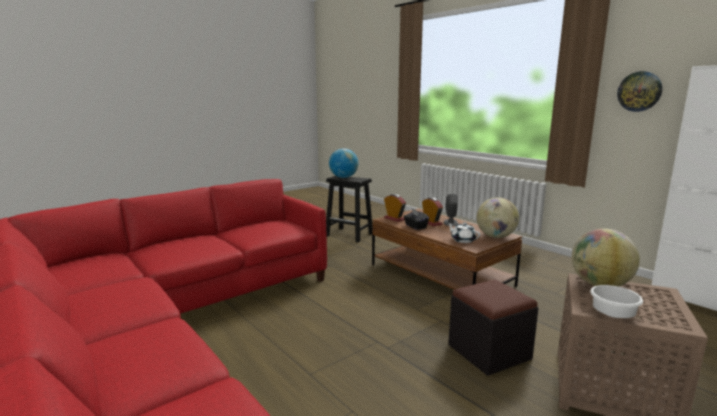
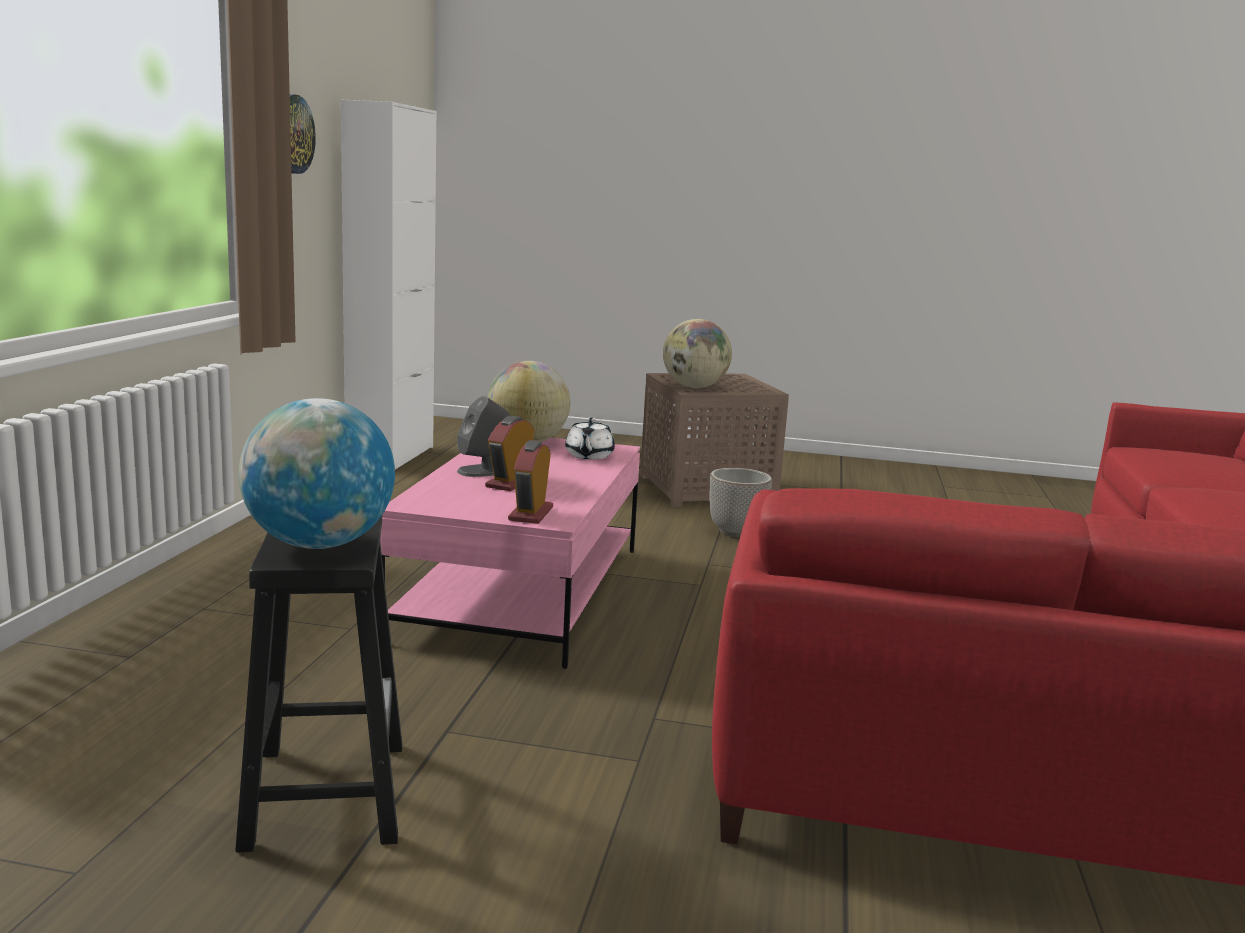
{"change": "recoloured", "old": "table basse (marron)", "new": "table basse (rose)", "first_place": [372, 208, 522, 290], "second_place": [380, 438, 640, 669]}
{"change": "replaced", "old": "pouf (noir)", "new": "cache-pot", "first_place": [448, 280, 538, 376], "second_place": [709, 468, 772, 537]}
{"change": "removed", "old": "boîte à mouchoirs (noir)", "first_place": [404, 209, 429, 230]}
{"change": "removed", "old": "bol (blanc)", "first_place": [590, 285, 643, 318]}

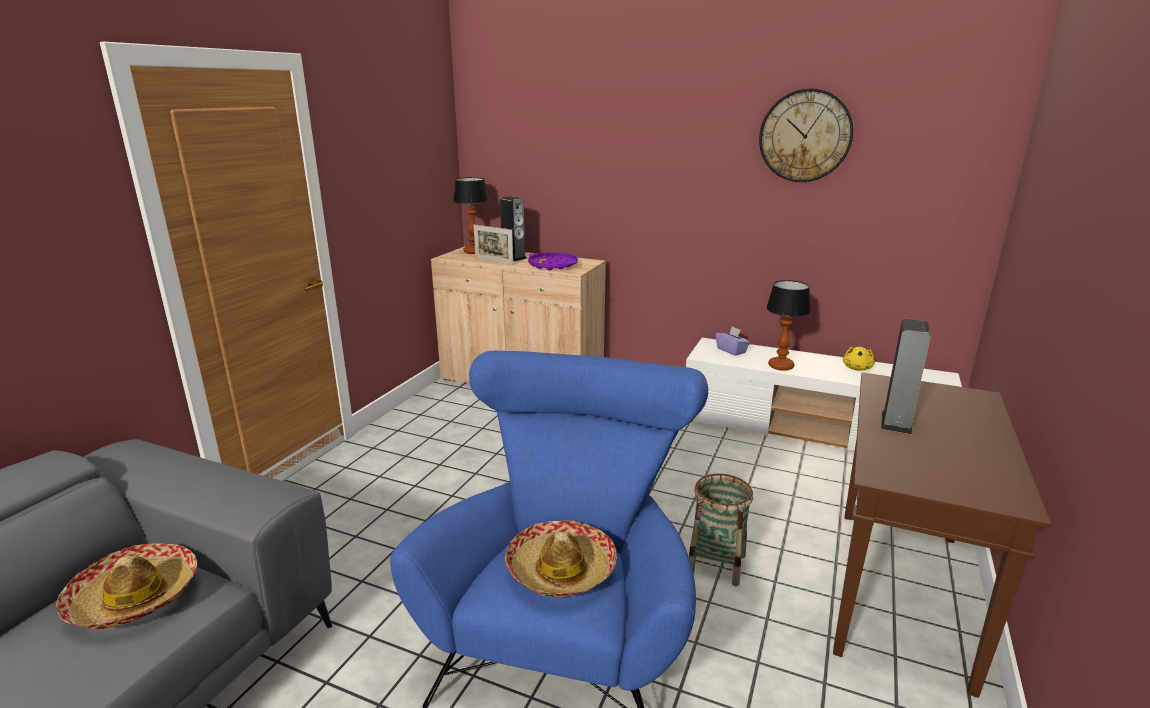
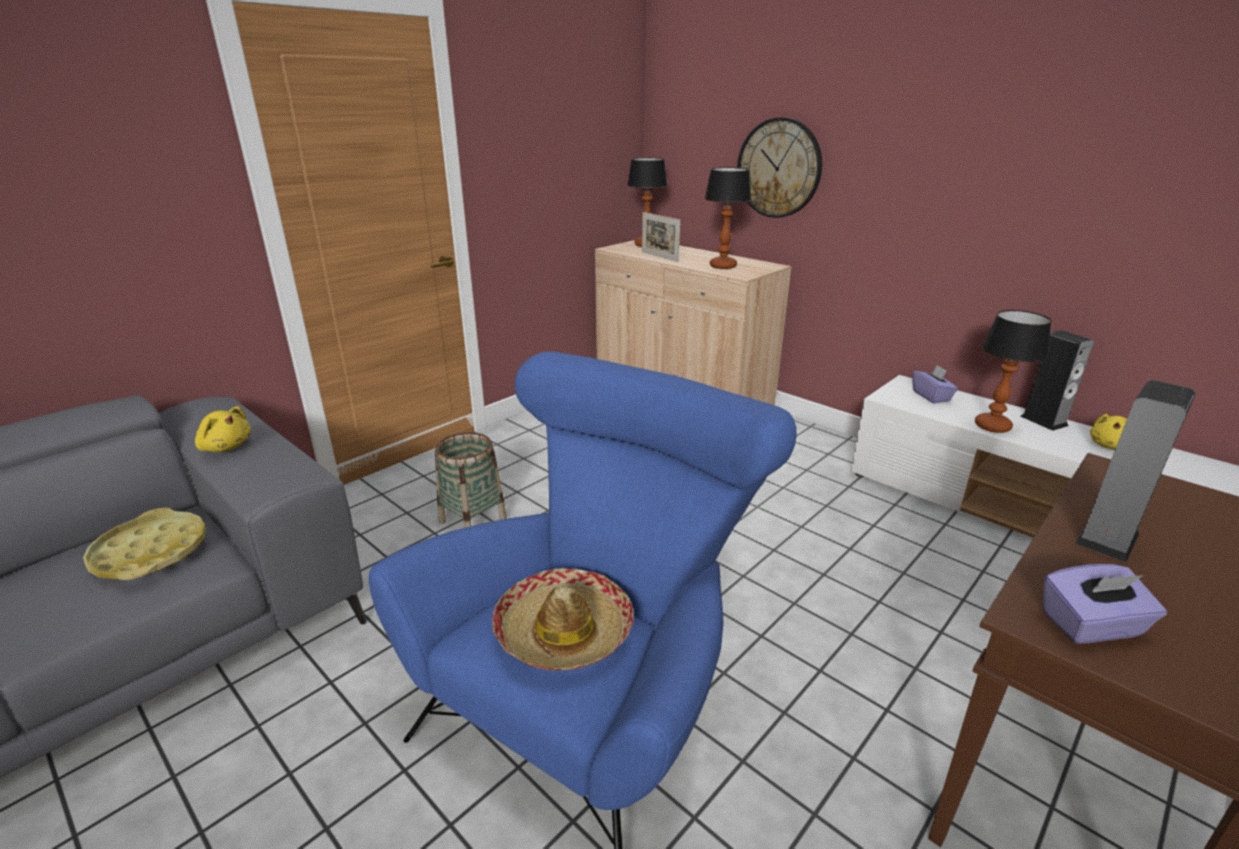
{"change": "replaced", "old": "chapeau", "new": "plateau (jaune)", "first_place": [56, 543, 197, 629], "second_place": [83, 508, 206, 580]}
{"change": "added", "new": "peluche (jaune)", "second_place": [195, 406, 251, 452]}
{"change": "moved", "old": "panier", "first_place": [689, 474, 753, 586], "second_place": [435, 432, 507, 528]}
{"change": "replaced", "old": "plateau (violet)", "new": "lampe de table", "first_place": [528, 253, 578, 270], "second_place": [705, 167, 751, 269]}
{"change": "moved", "old": "horloge murale", "first_place": [759, 88, 853, 182], "second_place": [737, 117, 822, 218]}
{"change": "moved", "old": "enceinte", "first_place": [500, 196, 527, 261], "second_place": [1020, 330, 1094, 431]}
{"change": "added", "new": "boîte à mouchoirs (violet)", "second_place": [1043, 564, 1167, 644]}

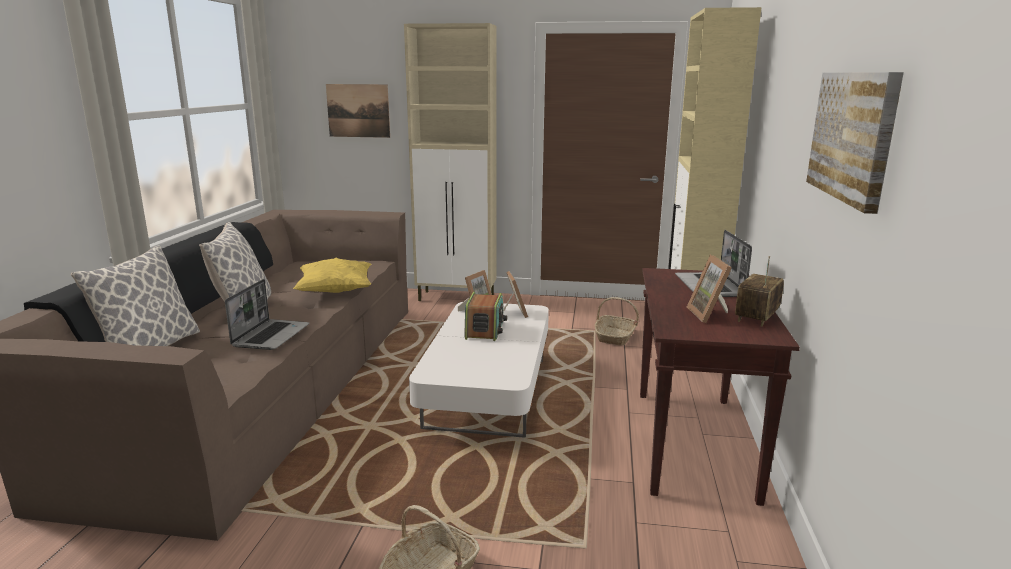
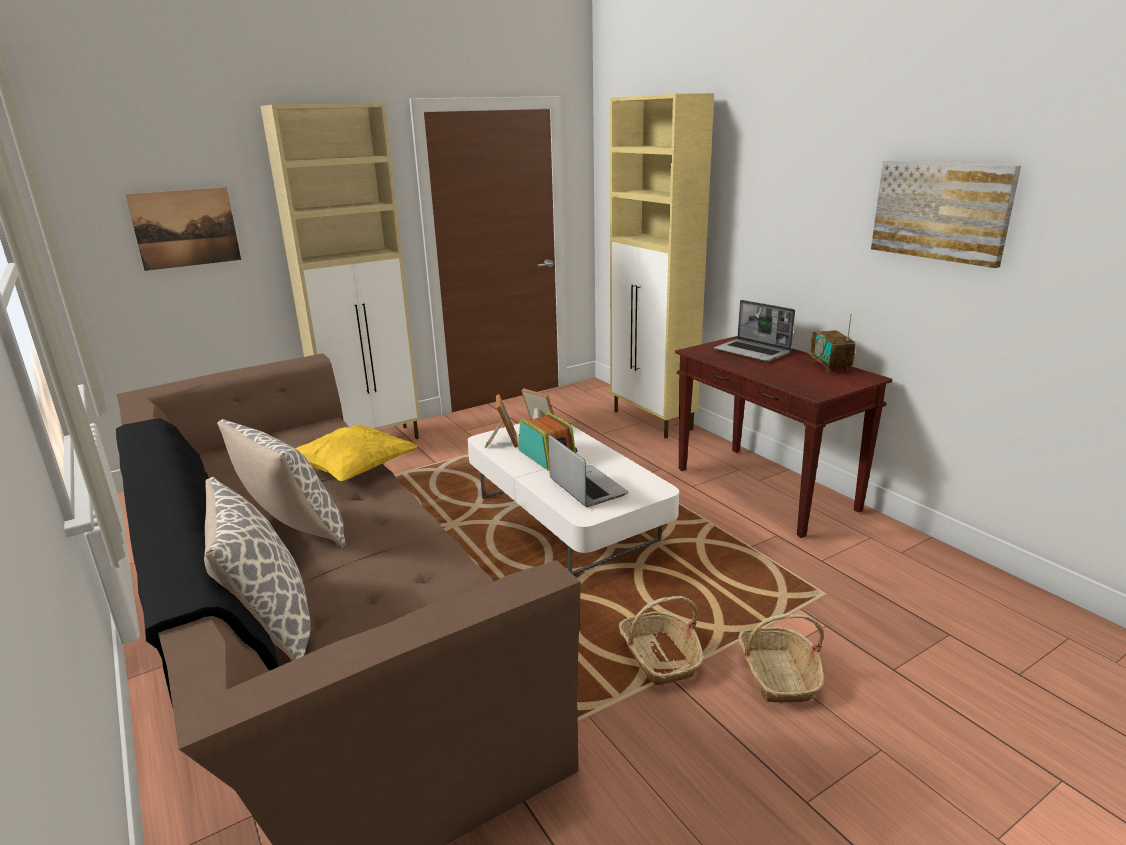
{"change": "moved", "old": "ordinateur portable", "first_place": [225, 279, 309, 350], "second_place": [548, 434, 628, 507]}
{"change": "moved", "old": "panier", "first_place": [595, 297, 639, 345], "second_place": [619, 596, 704, 685]}
{"change": "removed", "old": "cadre photo", "first_place": [687, 255, 732, 323]}

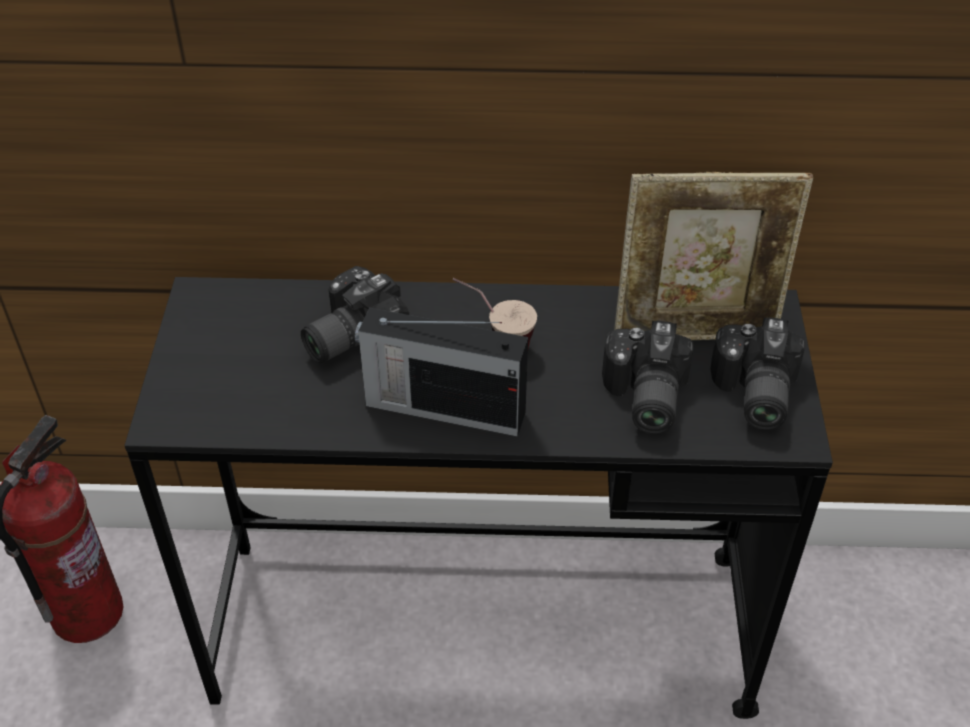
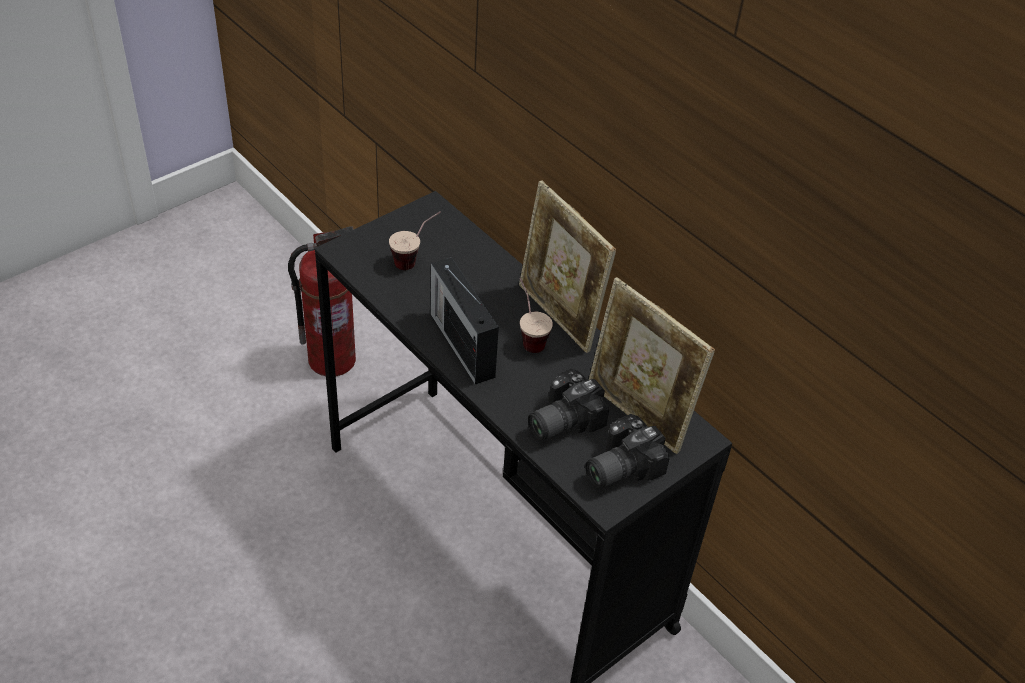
{"change": "added", "new": "tasse", "second_place": [389, 211, 441, 270]}
{"change": "added", "new": "cadre photo", "second_place": [519, 181, 616, 353]}
{"change": "removed", "old": "appareil photo", "first_place": [301, 266, 409, 363]}

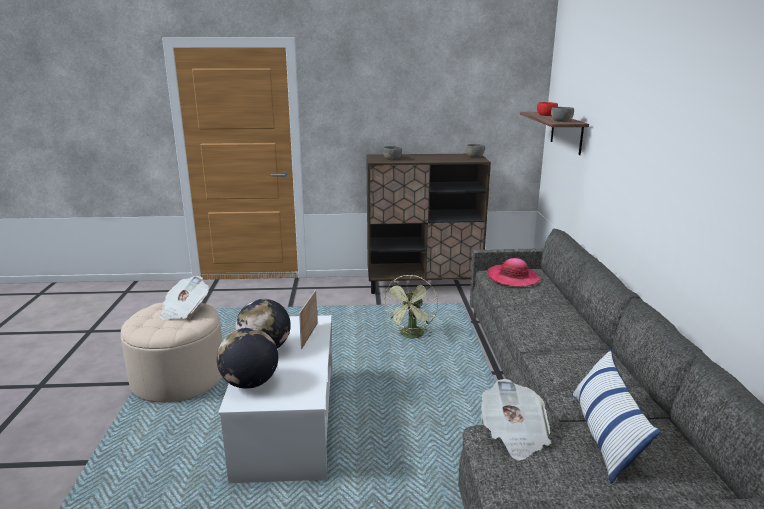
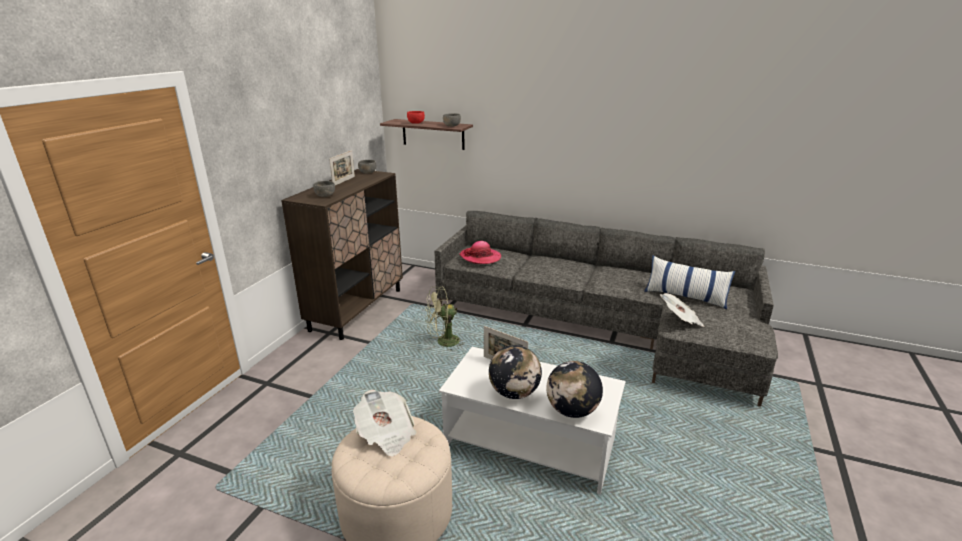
{"change": "added", "new": "cadre photo", "second_place": [329, 150, 355, 185]}
{"change": "turned", "old": "ventilateur (vert)", "first_place": [382, 275, 438, 338], "second_place": [425, 286, 464, 351], "degrees": 120}

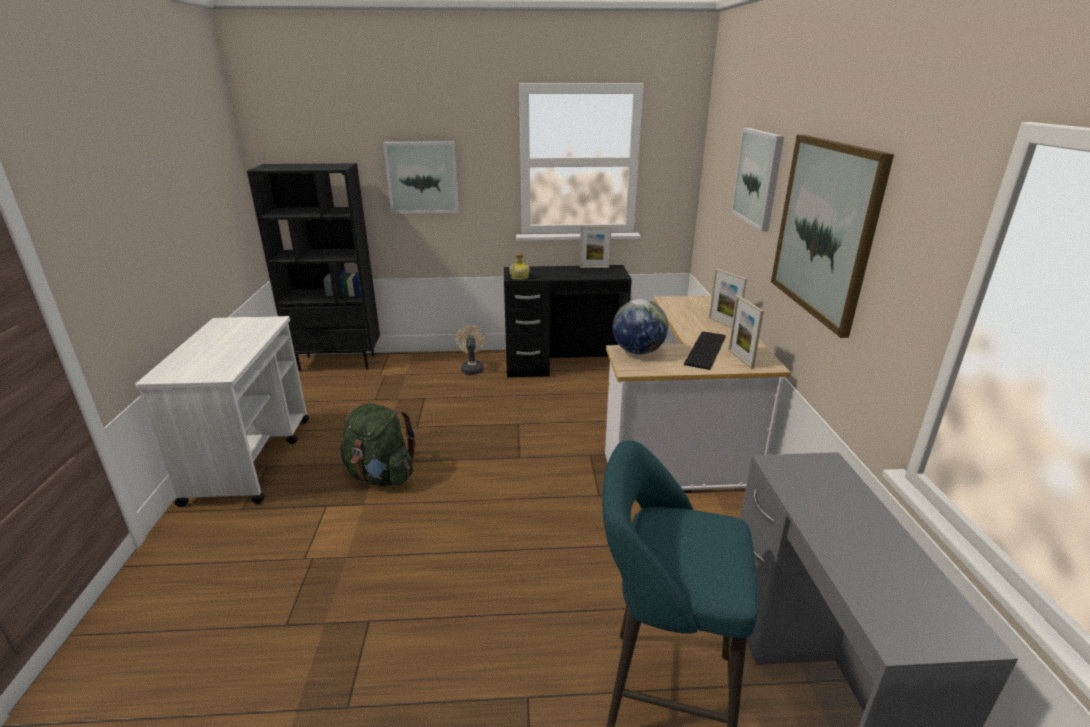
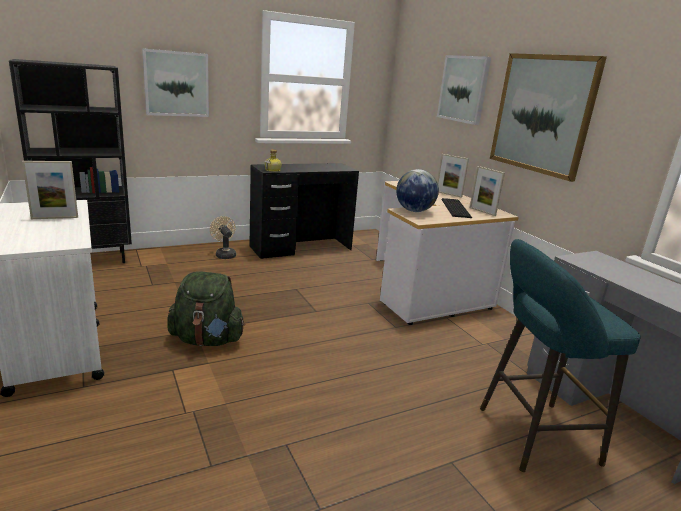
{"change": "moved", "old": "cadre photo", "first_place": [579, 226, 612, 268], "second_place": [22, 161, 78, 219]}

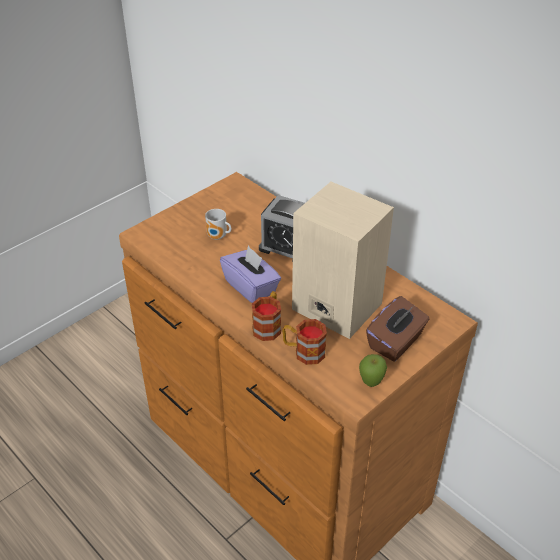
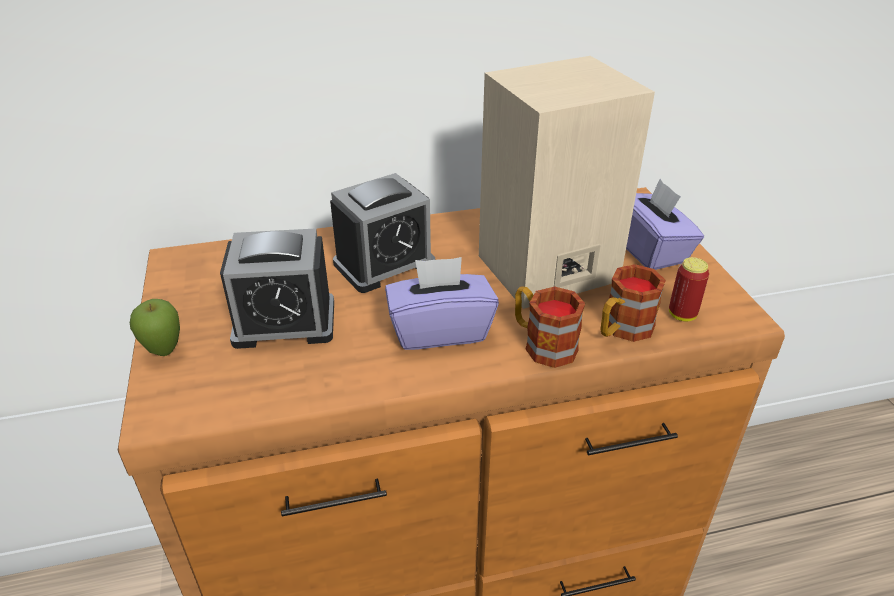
{"change": "moved", "old": "pomme", "first_place": [359, 354, 387, 387], "second_place": [130, 299, 180, 356]}
{"change": "replaced", "old": "mug", "new": "réveil", "first_place": [205, 209, 231, 240], "second_place": [220, 228, 334, 349]}
{"change": "recoloured", "old": "boîte à mouchoirs (marron)", "new": "boîte à mouchoirs (violet)", "first_place": [366, 296, 430, 362], "second_place": [626, 179, 704, 270]}
{"change": "added", "new": "boîte métallique", "second_place": [669, 257, 709, 321]}

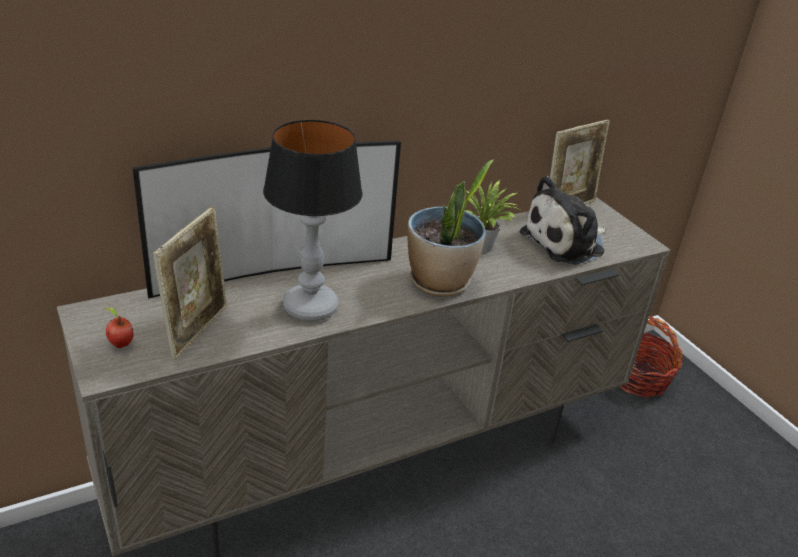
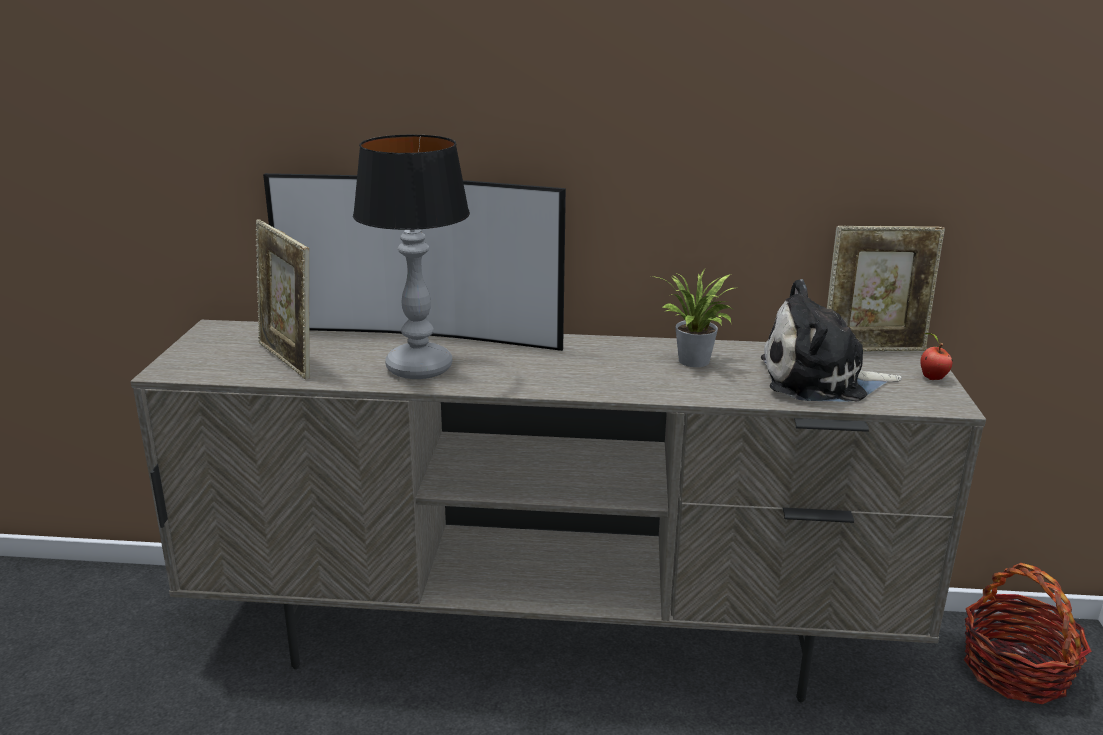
{"change": "turned", "old": "cadre photo", "first_place": [153, 207, 227, 360], "second_place": [256, 219, 310, 379], "degrees": 90}
{"change": "moved", "old": "pomme", "first_place": [106, 308, 134, 348], "second_place": [920, 333, 953, 380]}
{"change": "removed", "old": "plante en pot", "first_place": [408, 159, 494, 297]}

